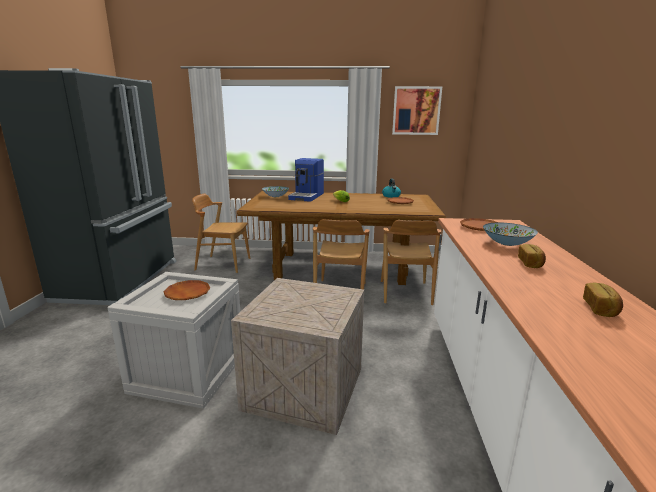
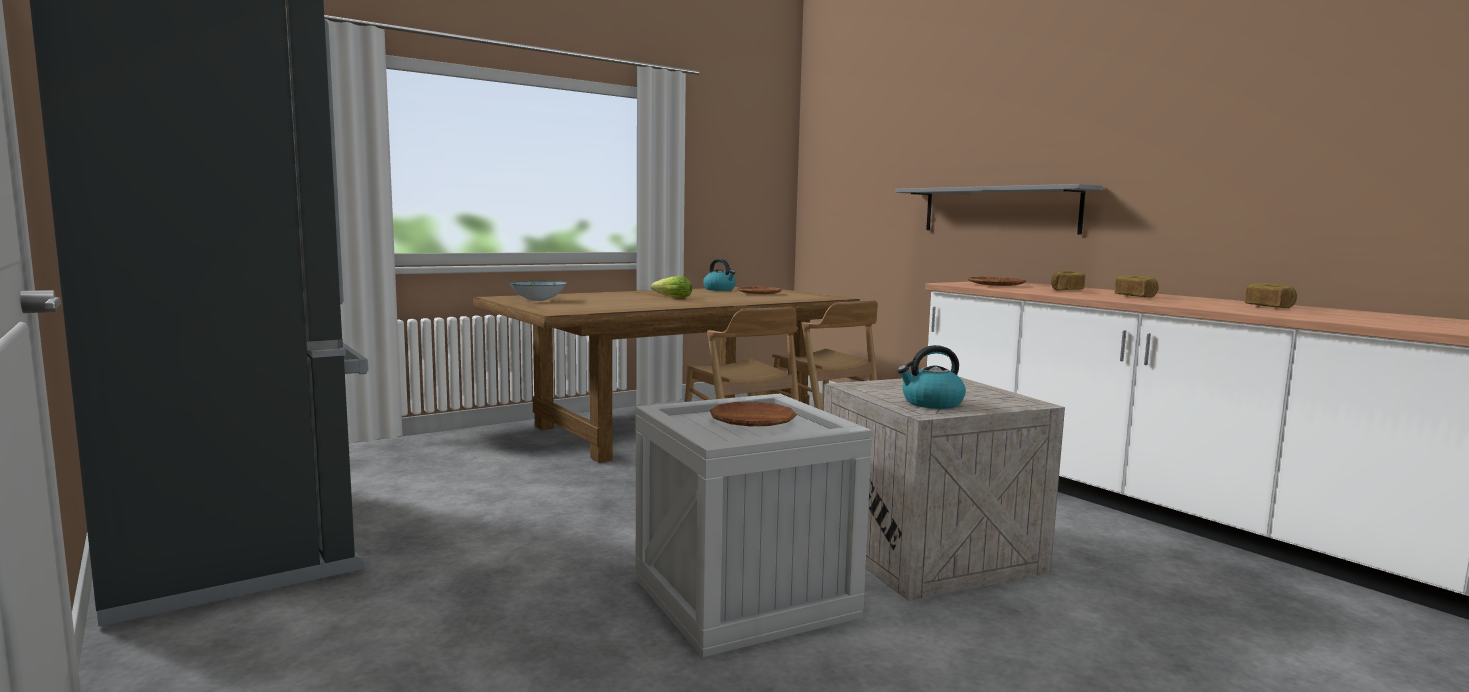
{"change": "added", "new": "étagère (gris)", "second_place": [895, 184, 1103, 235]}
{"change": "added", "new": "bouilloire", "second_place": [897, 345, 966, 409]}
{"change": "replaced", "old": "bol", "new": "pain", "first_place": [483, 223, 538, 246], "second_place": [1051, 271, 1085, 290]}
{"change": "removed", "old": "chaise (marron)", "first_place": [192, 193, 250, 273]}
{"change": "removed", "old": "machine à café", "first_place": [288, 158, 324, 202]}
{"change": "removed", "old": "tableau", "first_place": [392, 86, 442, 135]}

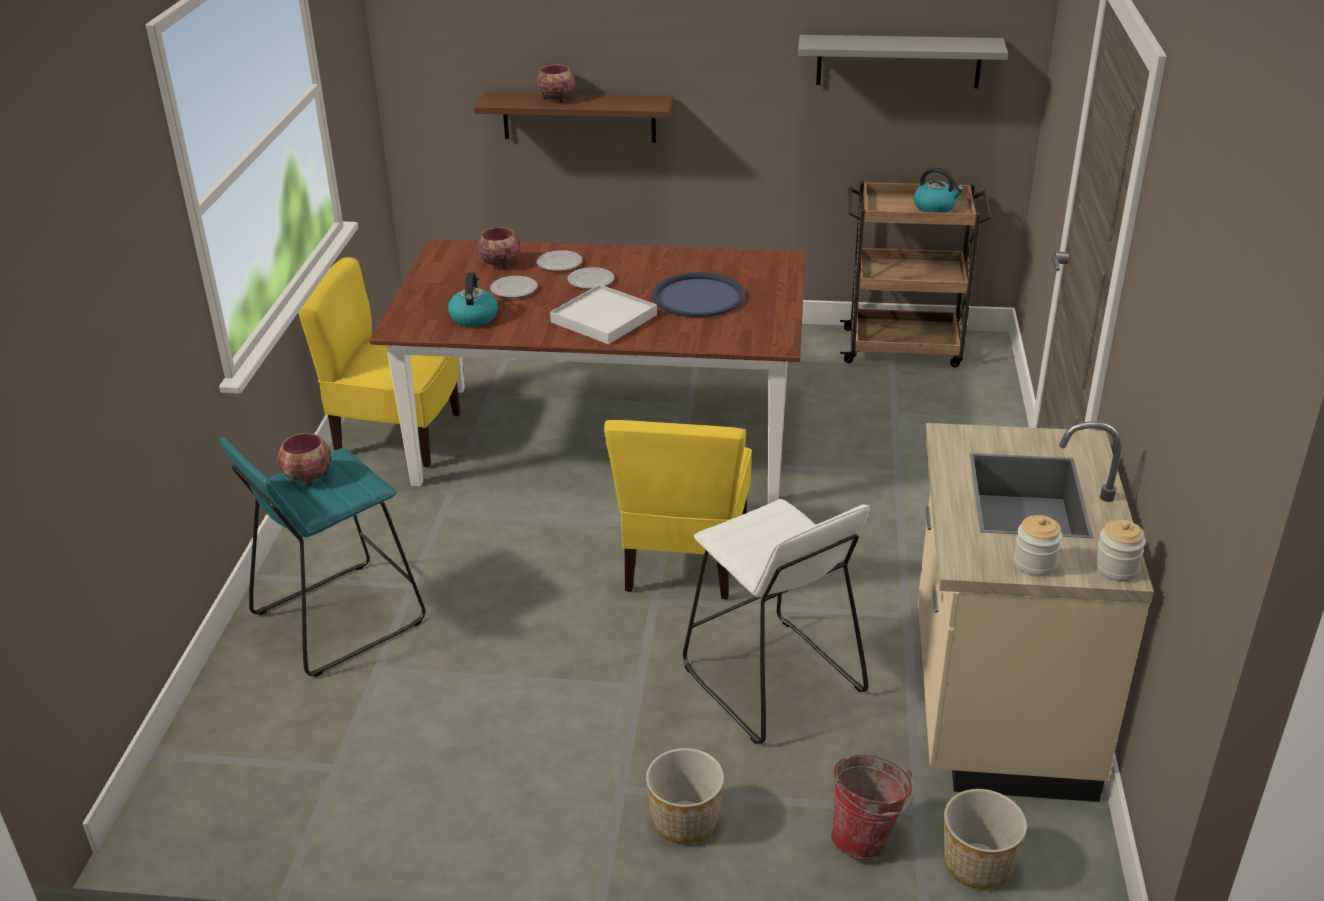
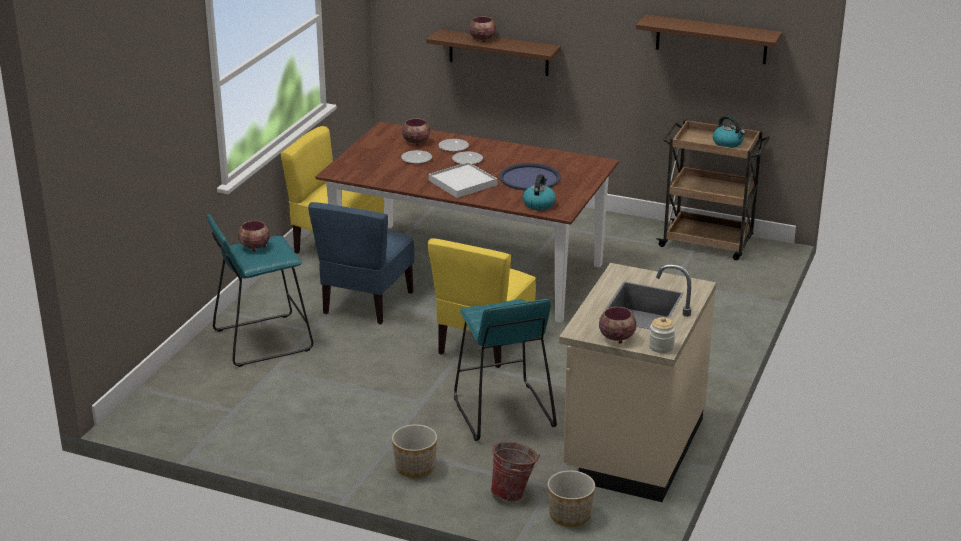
{"change": "added", "new": "chaise (bleu)", "second_place": [308, 202, 414, 324]}
{"change": "recoloured", "old": "tabouret (blanc)", "new": "tabouret (turquoise)", "first_place": [683, 499, 870, 744], "second_place": [454, 299, 557, 441]}
{"change": "moved", "old": "bouilloire", "first_place": [448, 273, 498, 327], "second_place": [523, 174, 556, 210]}
{"change": "replaced", "old": "bocal", "new": "bol", "first_place": [1013, 515, 1063, 577], "second_place": [599, 307, 636, 344]}
{"change": "recoloured", "old": "étagère (gris)", "new": "étagère (marron)", "first_place": [798, 35, 1008, 88], "second_place": [636, 15, 782, 64]}

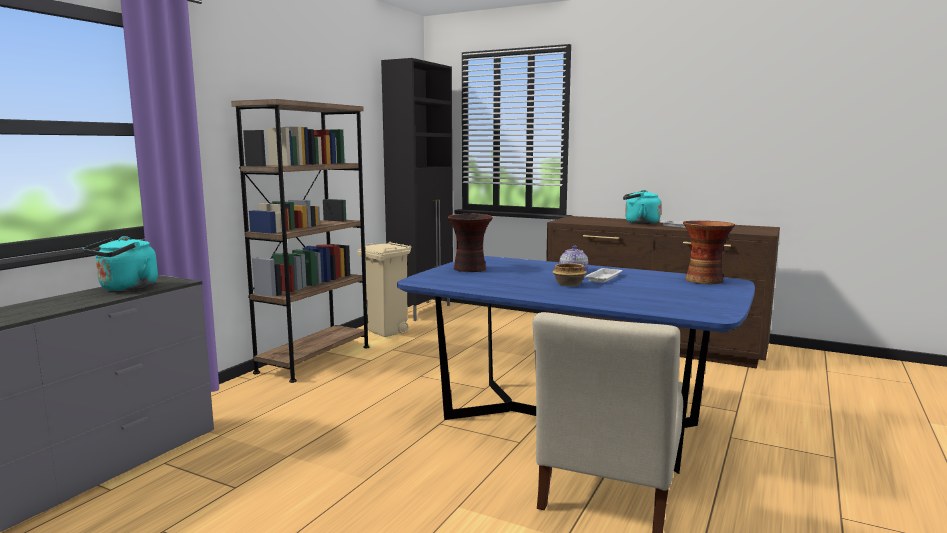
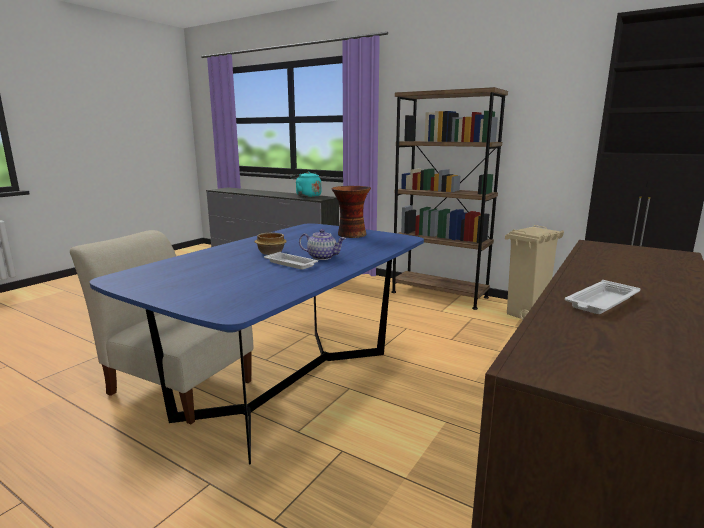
{"change": "removed", "old": "bouilloire (turquoise)", "first_place": [623, 190, 661, 224]}
{"change": "removed", "old": "vase", "first_place": [683, 221, 735, 284]}

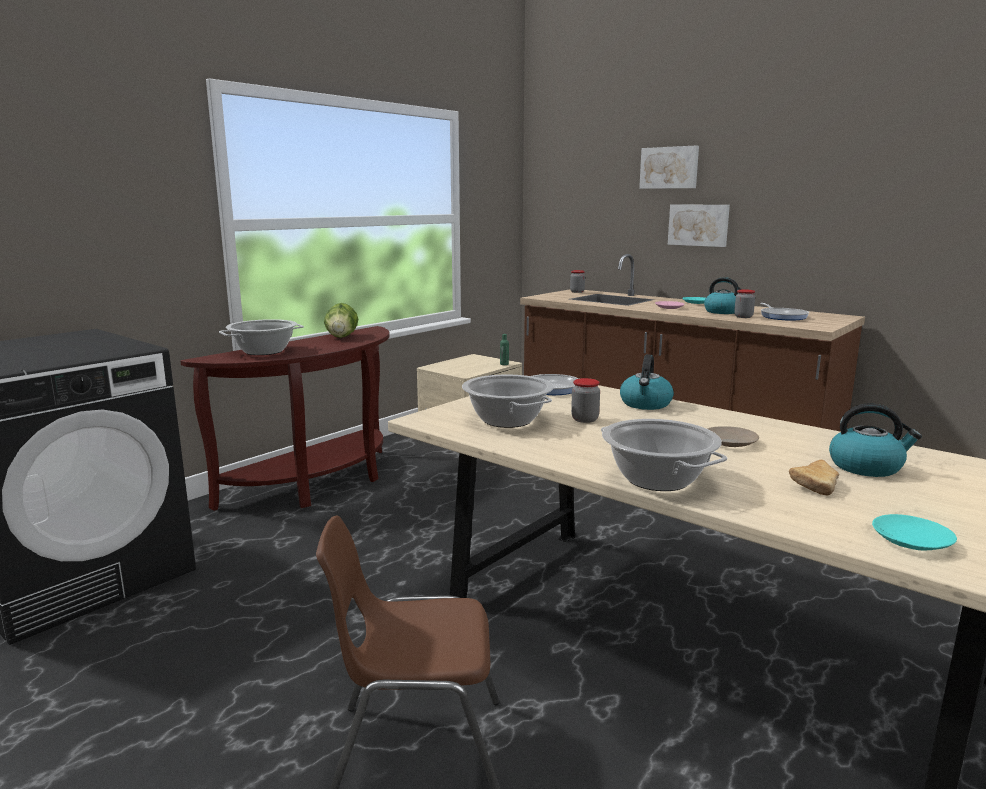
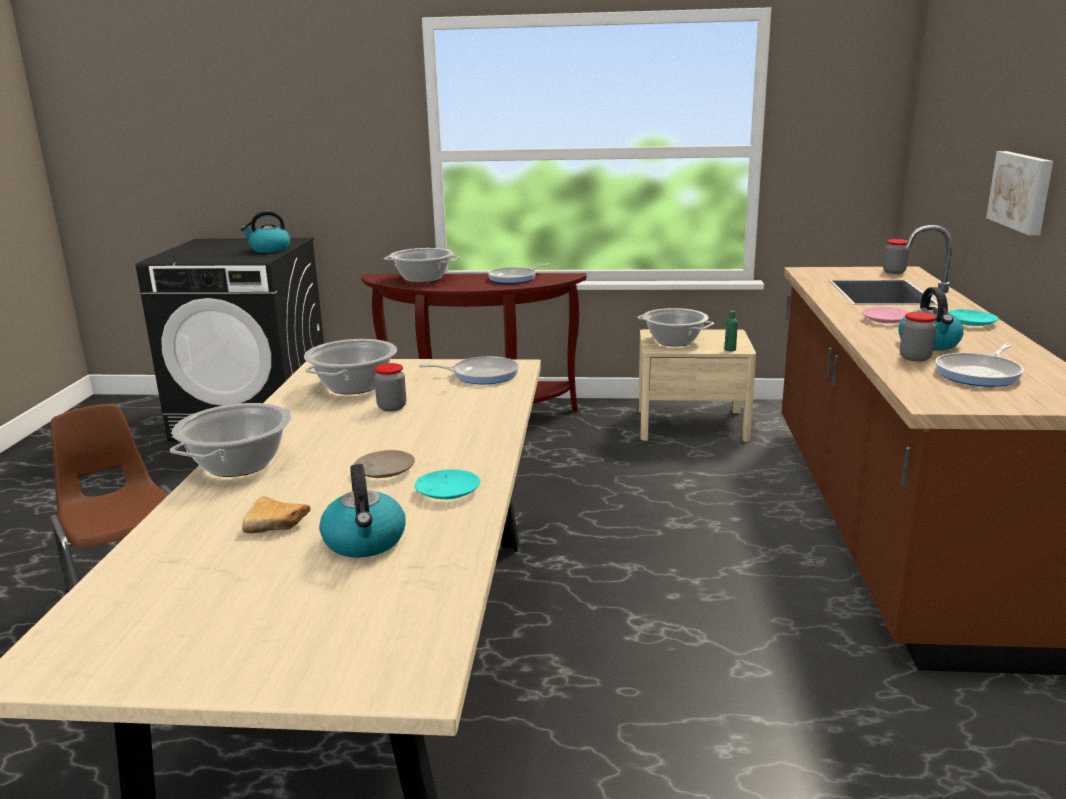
{"change": "moved", "old": "bouilloire", "first_place": [620, 354, 674, 410], "second_place": [241, 211, 291, 253]}
{"change": "moved", "old": "assiette (turquoise)", "first_place": [872, 514, 957, 551], "second_place": [415, 469, 480, 499]}
{"change": "replaced", "old": "laitue", "new": "poêle", "first_place": [324, 303, 358, 338], "second_place": [488, 263, 550, 284]}
{"change": "added", "new": "marmite", "second_place": [637, 308, 714, 347]}
{"change": "removed", "old": "tableau", "first_place": [639, 145, 699, 189]}

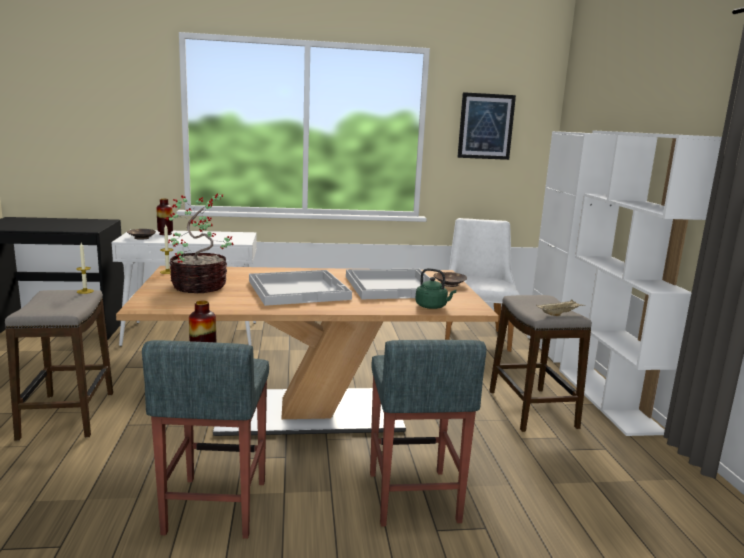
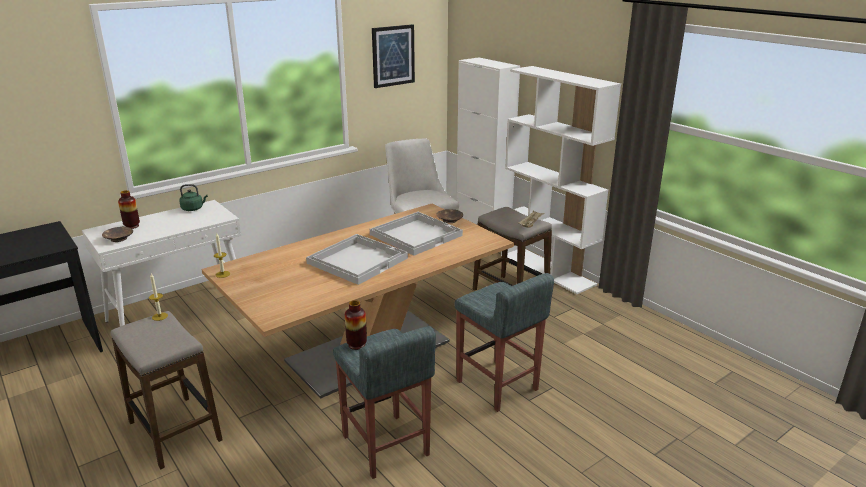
{"change": "moved", "old": "bouilloire (vert)", "first_place": [415, 268, 457, 309], "second_place": [179, 184, 208, 211]}
{"change": "removed", "old": "plante en pot", "first_place": [164, 193, 234, 293]}

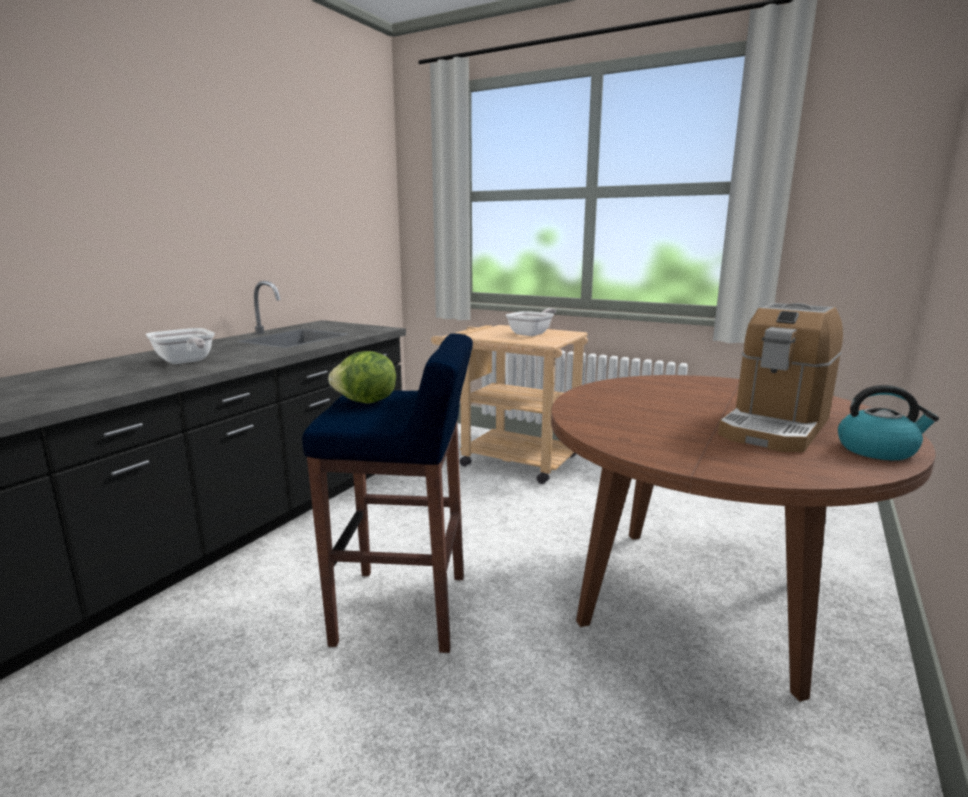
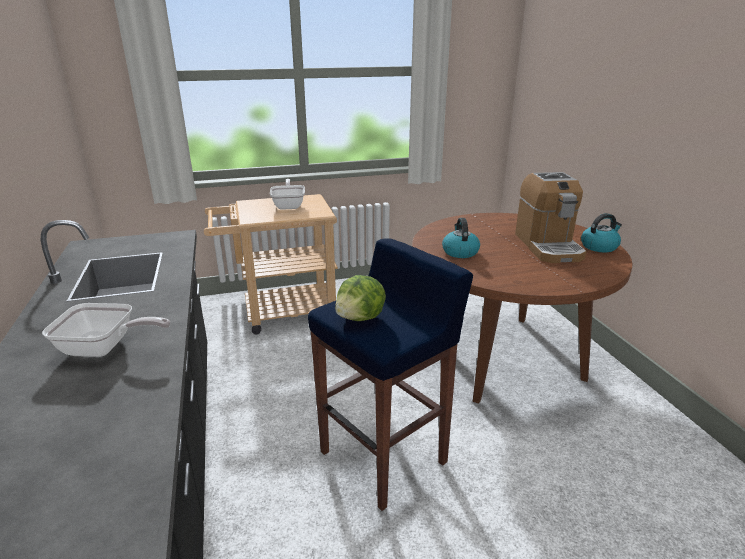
{"change": "added", "new": "bouilloire", "second_place": [442, 218, 480, 258]}

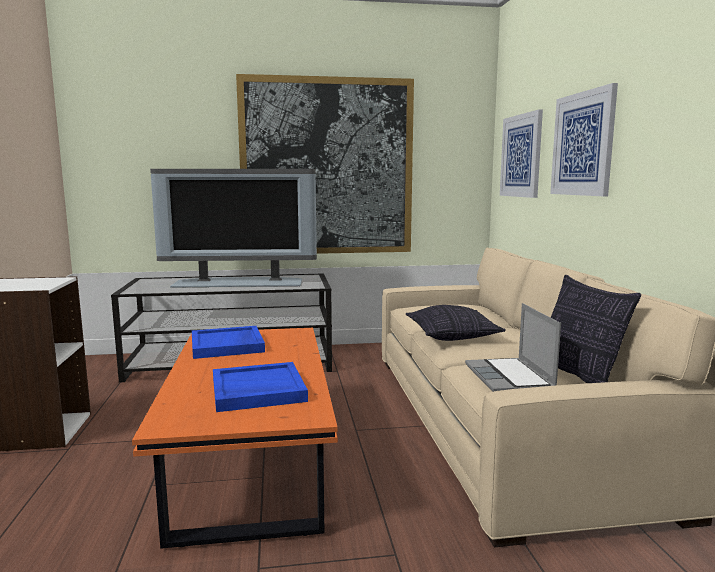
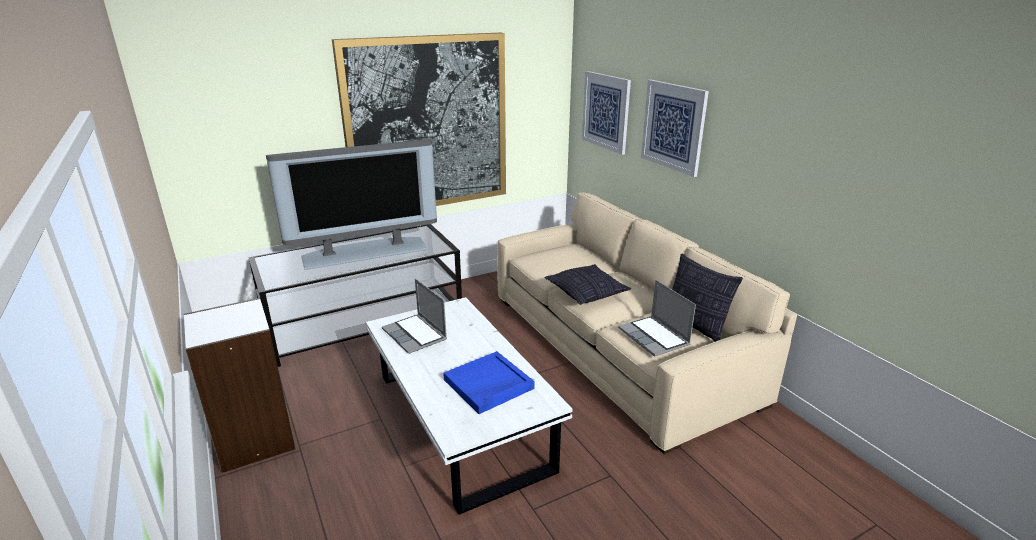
{"change": "recoloured", "old": "table basse (orange)", "new": "table basse (blanc)", "first_place": [132, 328, 338, 549], "second_place": [366, 297, 573, 515]}
{"change": "replaced", "old": "plateau (bleu)", "new": "ordinateur portable", "first_place": [192, 326, 265, 359], "second_place": [382, 279, 447, 354]}

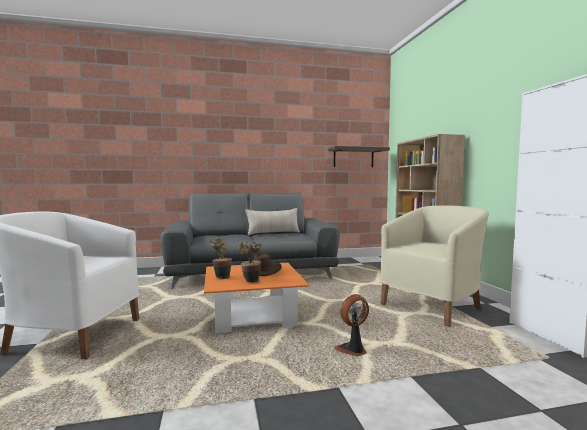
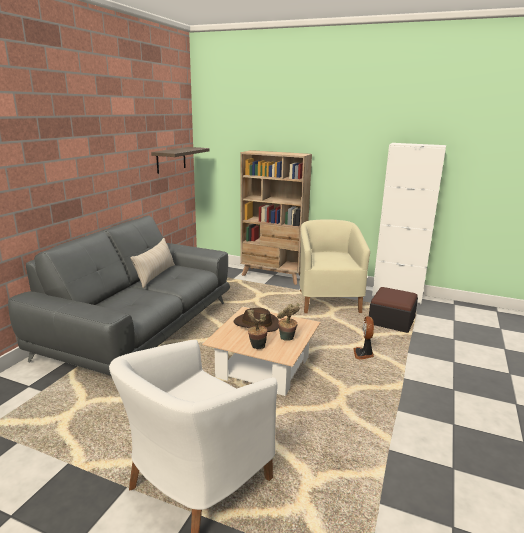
{"change": "recoloured", "old": "table basse (orange)", "new": "table basse (beige)", "first_place": [204, 263, 309, 334], "second_place": [202, 307, 321, 396]}
{"change": "added", "new": "pouf", "second_place": [369, 287, 418, 333]}

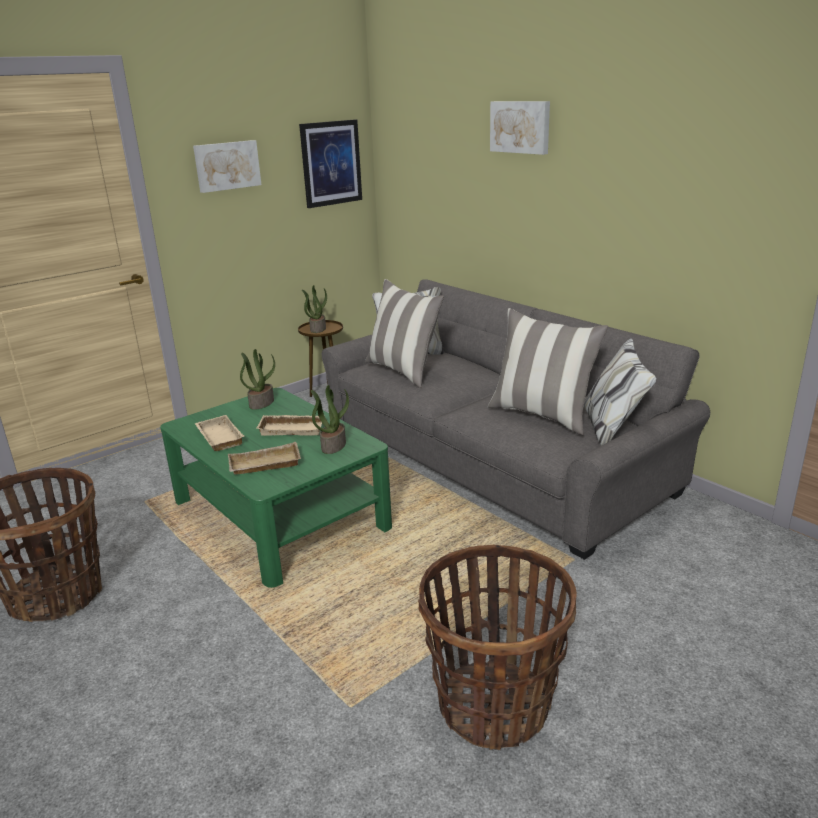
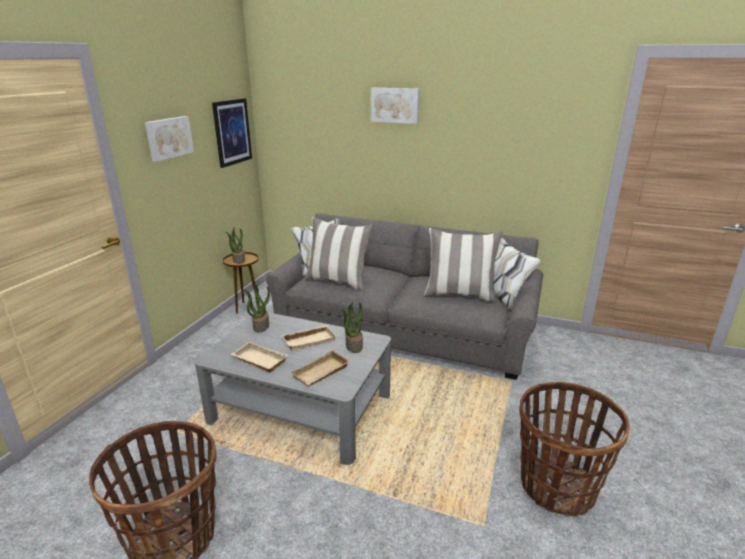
{"change": "recoloured", "old": "table basse (vert)", "new": "table basse (gris)", "first_place": [160, 388, 392, 588], "second_place": [195, 312, 391, 465]}

